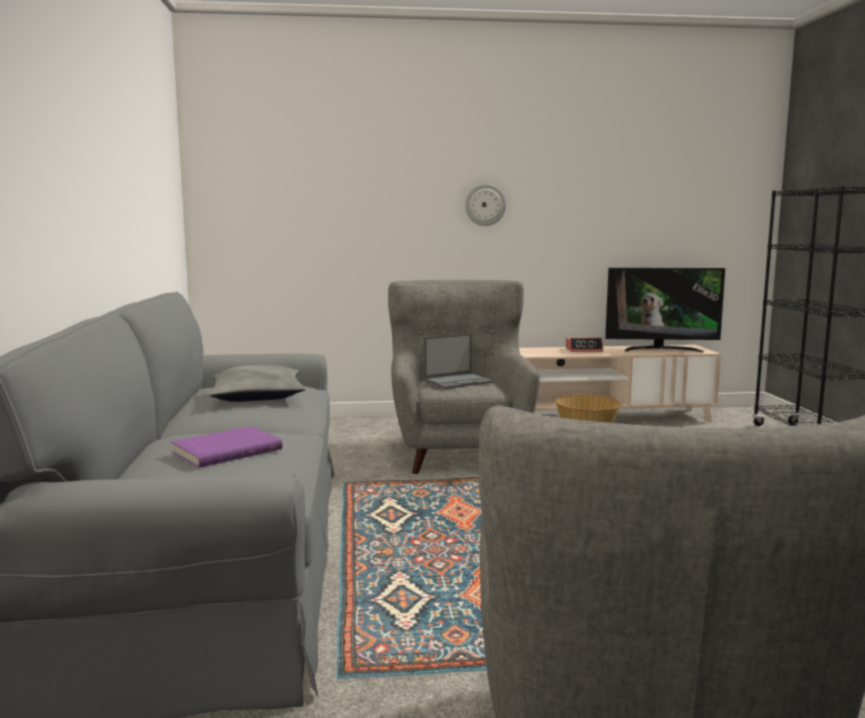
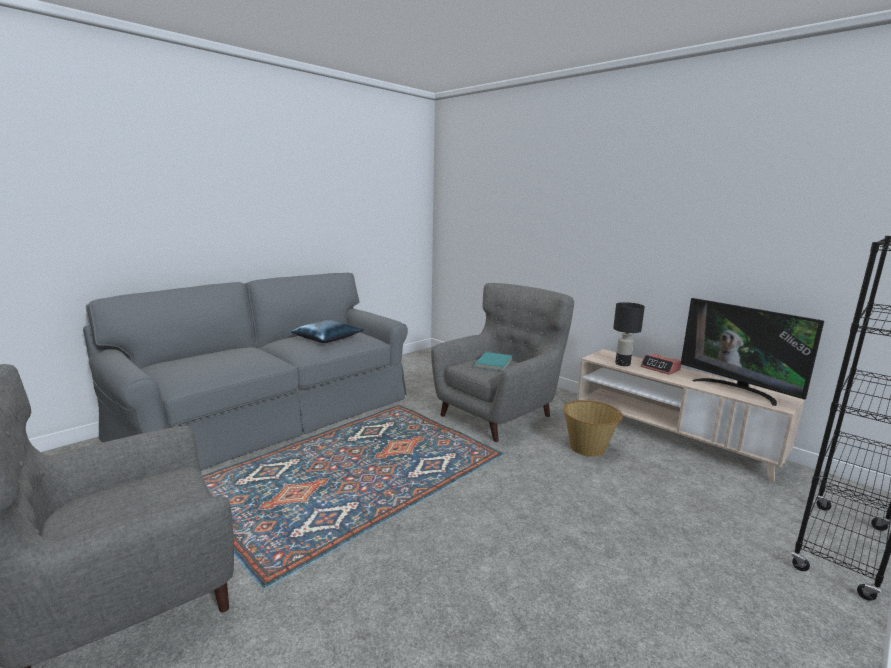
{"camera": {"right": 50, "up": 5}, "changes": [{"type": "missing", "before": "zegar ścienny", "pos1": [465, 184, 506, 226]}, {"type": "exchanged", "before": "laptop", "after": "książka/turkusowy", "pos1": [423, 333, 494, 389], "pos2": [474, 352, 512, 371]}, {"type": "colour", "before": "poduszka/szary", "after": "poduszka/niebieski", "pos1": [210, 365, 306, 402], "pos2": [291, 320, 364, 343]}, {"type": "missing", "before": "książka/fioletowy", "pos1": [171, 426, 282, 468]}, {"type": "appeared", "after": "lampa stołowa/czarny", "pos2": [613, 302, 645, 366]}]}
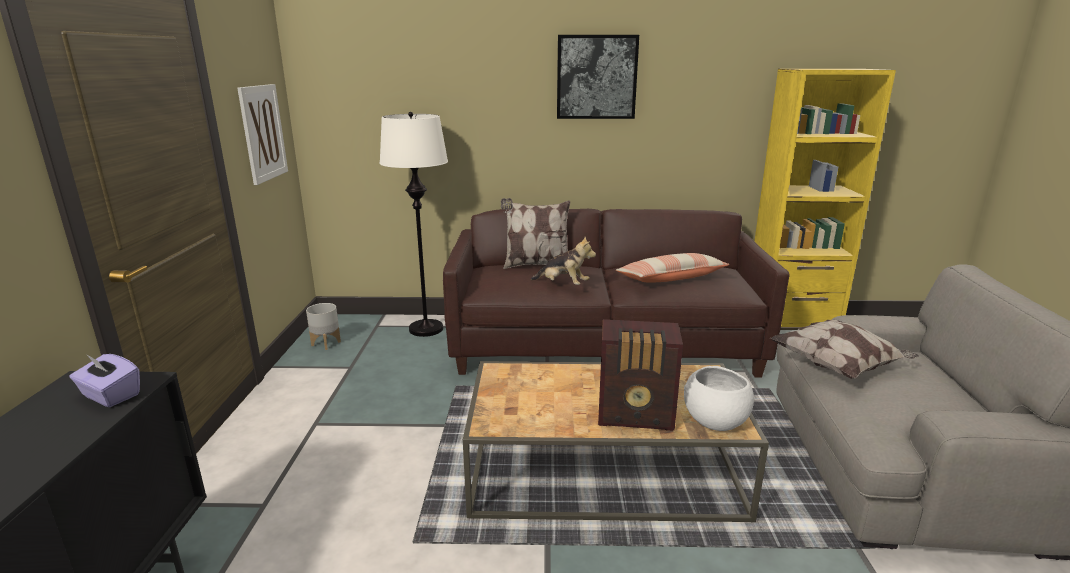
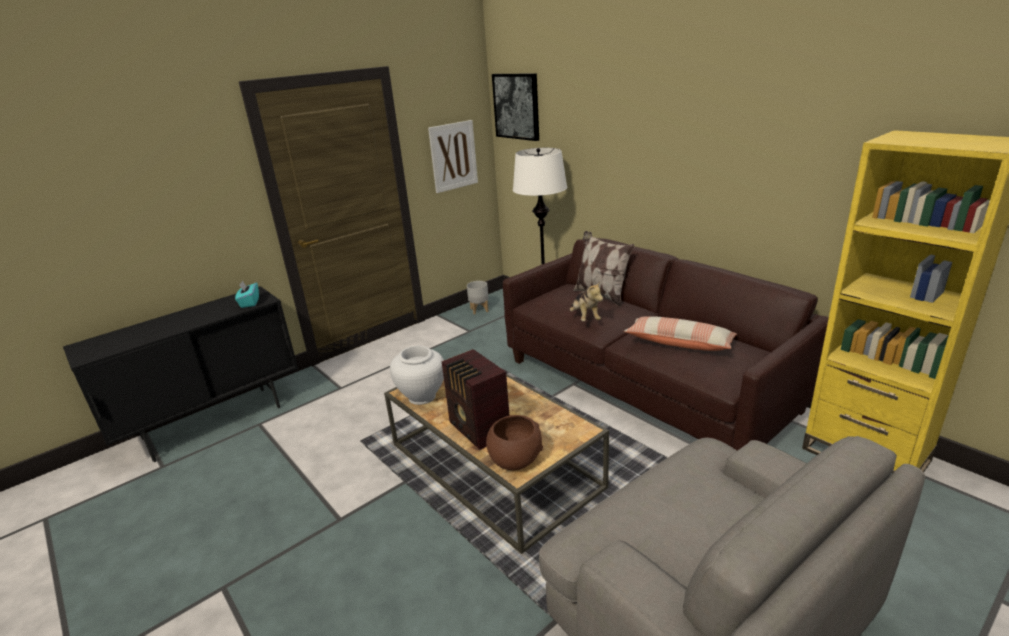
{"camera": {"right": 50, "up": 5}, "changes": [{"type": "relocated", "before": "obraz", "pos1": [557, 35, 639, 119], "pos2": [492, 74, 539, 141]}, {"type": "missing", "before": "poduszka", "pos1": [770, 320, 919, 379]}, {"type": "colour", "before": "pudełko chusteczek/fioletowy", "after": "pudełko chusteczek/turkusowy", "pos1": [70, 353, 140, 407], "pos2": [235, 281, 259, 308]}, {"type": "colour", "before": "miska/biały", "after": "miska/brązowy", "pos1": [684, 366, 754, 431], "pos2": [486, 415, 543, 470]}, {"type": "appeared", "after": "wazon/biały", "pos2": [390, 346, 444, 405]}]}
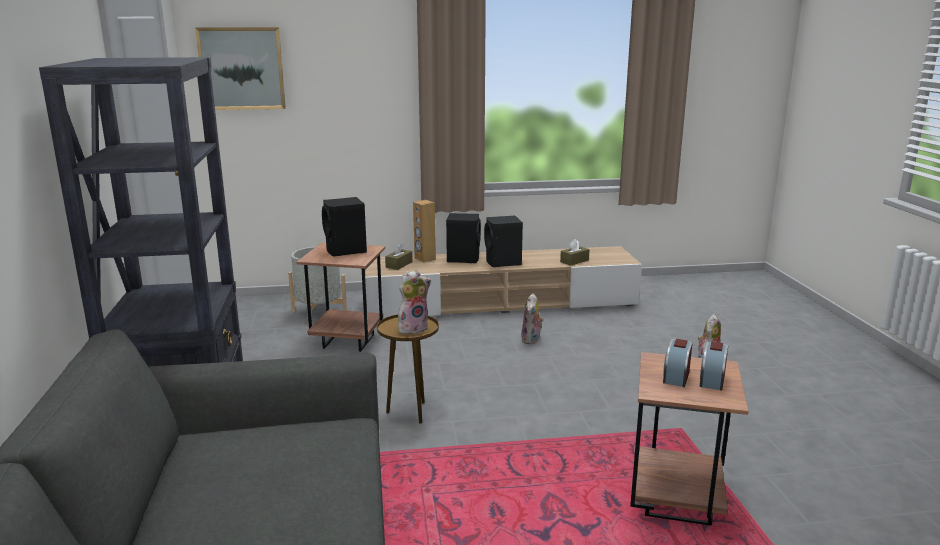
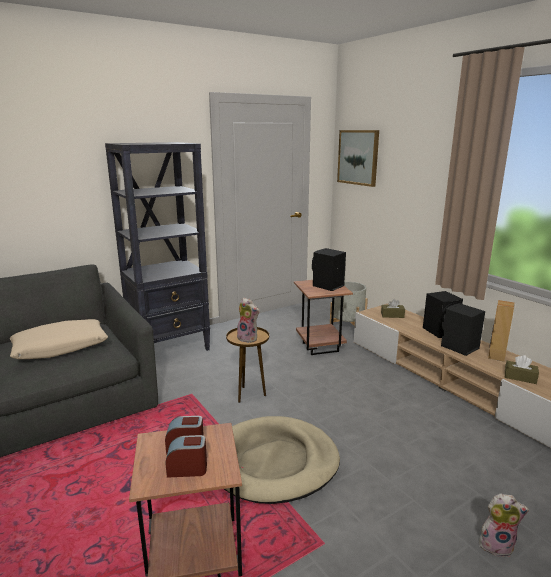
{"camera": {"right": 65, "up": 0}, "changes": [{"type": "relocated", "before": "głośnik/brązowy", "pos1": [413, 200, 436, 262], "pos2": [488, 300, 515, 362]}, {"type": "missing", "before": "pluszak", "pos1": [521, 293, 544, 344]}, {"type": "appeared", "after": "poduszka/beżowy", "pos2": [10, 319, 108, 359]}, {"type": "appeared", "after": "legowisko/beżowy", "pos2": [224, 416, 340, 504]}]}
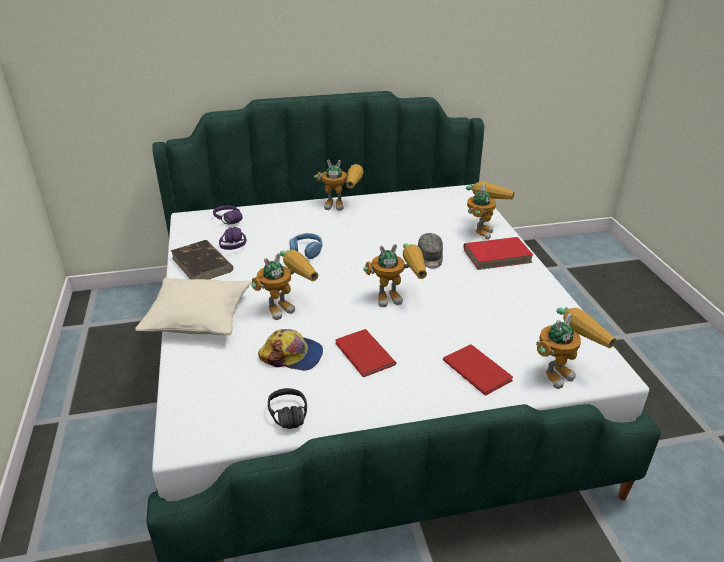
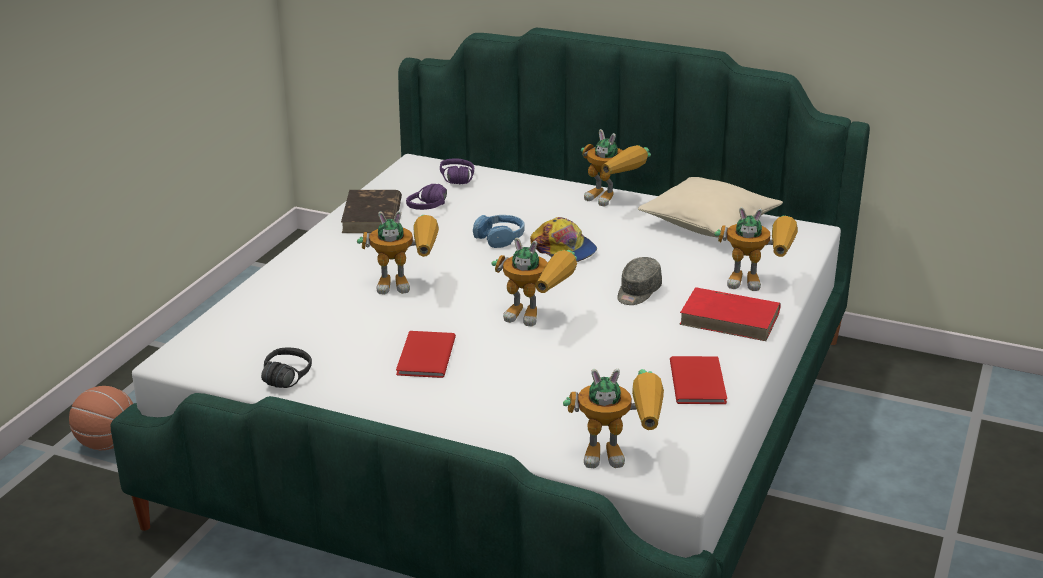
{"camera": {"right": 35, "up": -5}, "changes": [{"type": "spun", "before": "robot zabawkowy", "pos1": [466, 181, 515, 240], "pos2": [714, 207, 798, 291], "turn": 45}, {"type": "relocated", "before": "poduszka/beżowy", "pos1": [135, 278, 251, 335], "pos2": [638, 177, 783, 238]}, {"type": "relocated", "before": "czapka z daszkiem", "pos1": [258, 329, 323, 371], "pos2": [530, 217, 597, 262]}, {"type": "relocated", "before": "książka/czerwony", "pos1": [443, 344, 513, 396], "pos2": [670, 356, 727, 404]}, {"type": "appeared", "after": "piłka do koszykówki", "pos2": [69, 386, 133, 450]}]}
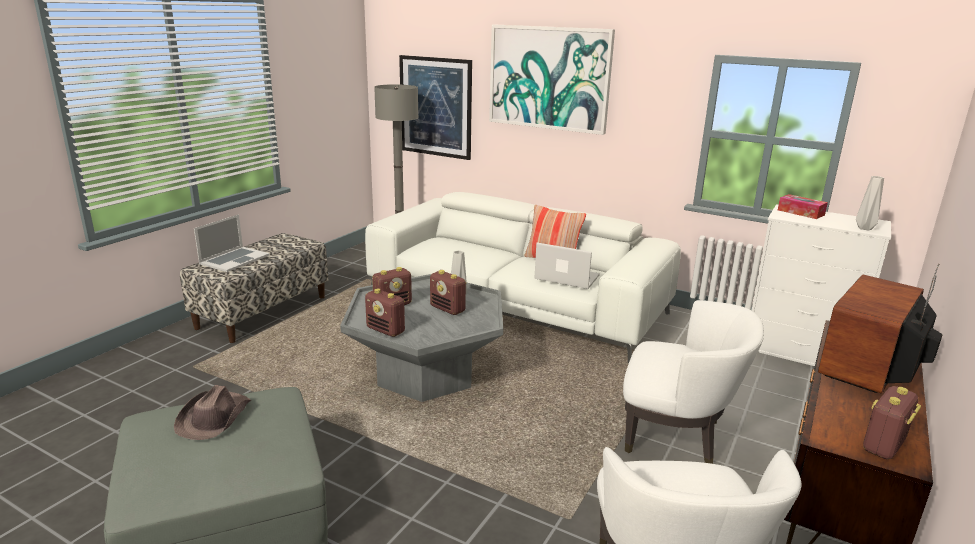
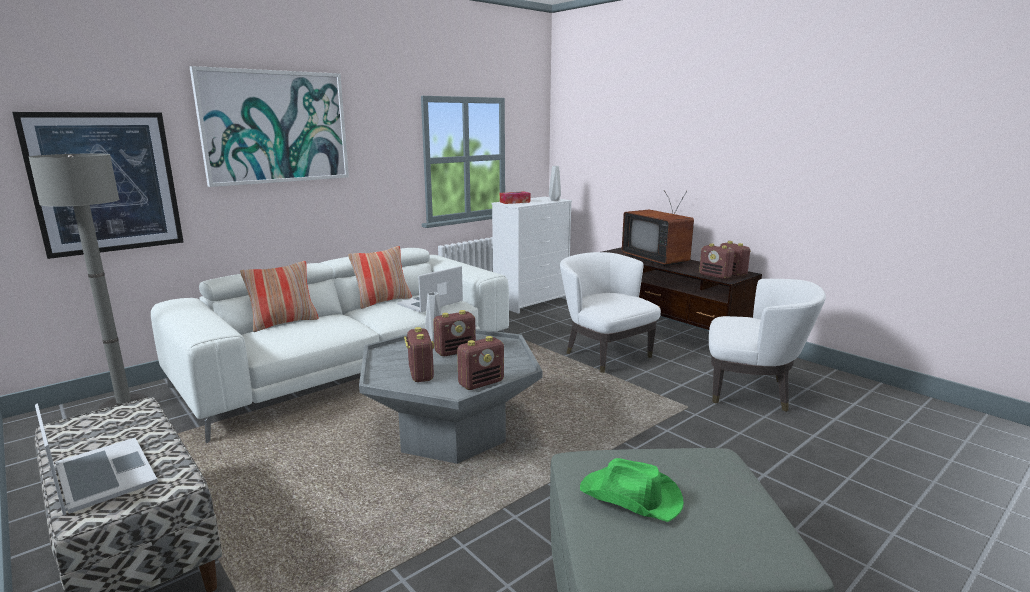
{"camera": {"right": -70, "up": -5}, "changes": [{"type": "spun", "before": "fotel/biały", "pos1": [623, 300, 764, 464], "pos2": [560, 252, 661, 373], "turn": -75}, {"type": "colour", "before": "kapelusz/brązowy", "after": "kapelusz/zielony", "pos1": [174, 385, 251, 440], "pos2": [580, 458, 684, 522]}, {"type": "appeared", "after": "radio", "pos2": [699, 243, 734, 279]}, {"type": "appeared", "after": "poduszka", "pos2": [240, 261, 319, 332]}]}
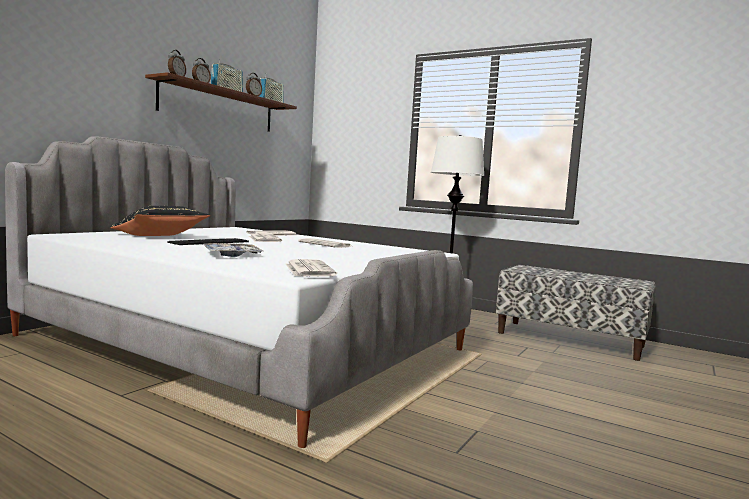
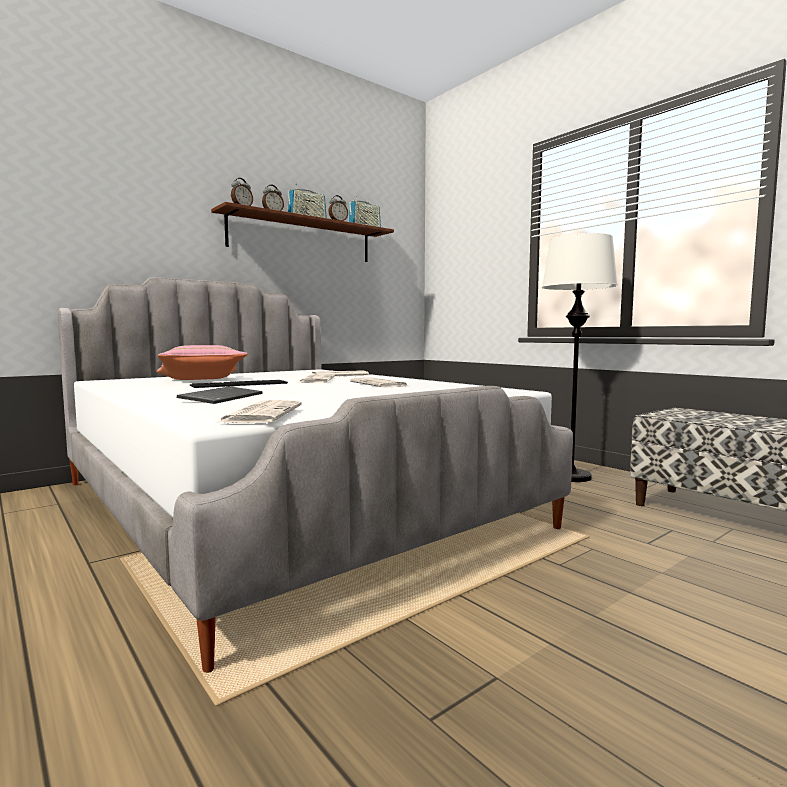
{"camera": {"right": 20, "up": 0}, "changes": [{"type": "colour", "before": "poduszka/czarny", "after": "poduszka/różowy", "pos1": [110, 206, 210, 236], "pos2": [156, 345, 248, 380]}, {"type": "exchanged", "before": "taca", "after": "klawiatura", "pos1": [203, 243, 263, 257], "pos2": [177, 386, 263, 404]}]}
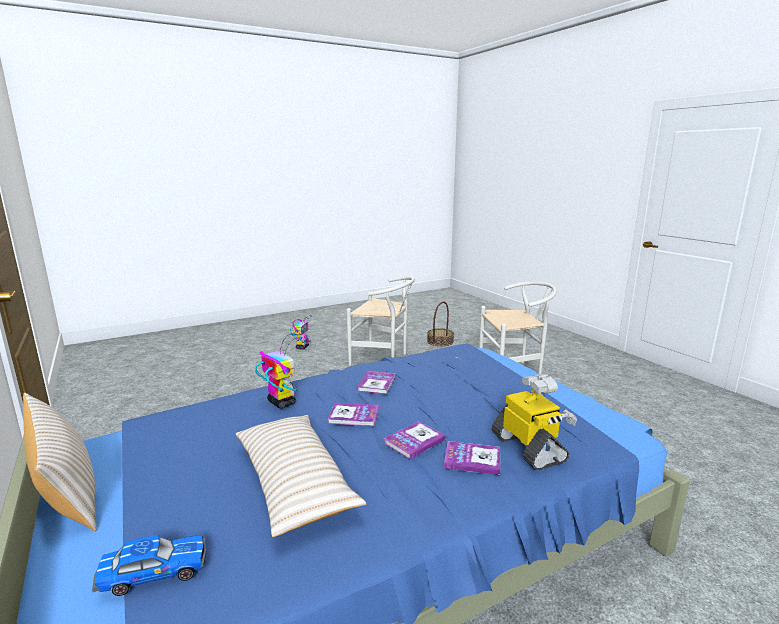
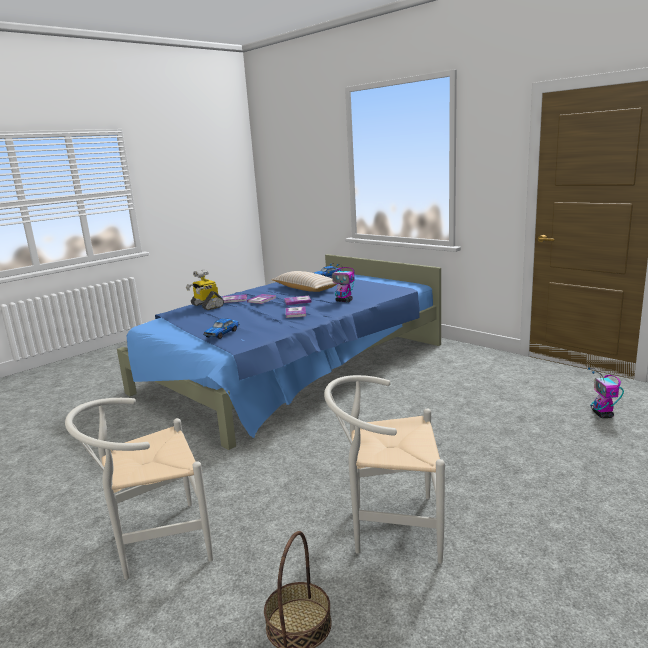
{"camera": {"right": 165, "up": 0}, "changes": [{"type": "relocated", "before": "robot zabawkowy", "pos1": [290, 315, 312, 349], "pos2": [588, 368, 624, 418]}, {"type": "missing", "before": "poduszka/beżowy", "pos1": [23, 393, 97, 531]}, {"type": "appeared", "after": "samochodzik", "pos2": [203, 318, 240, 339]}]}
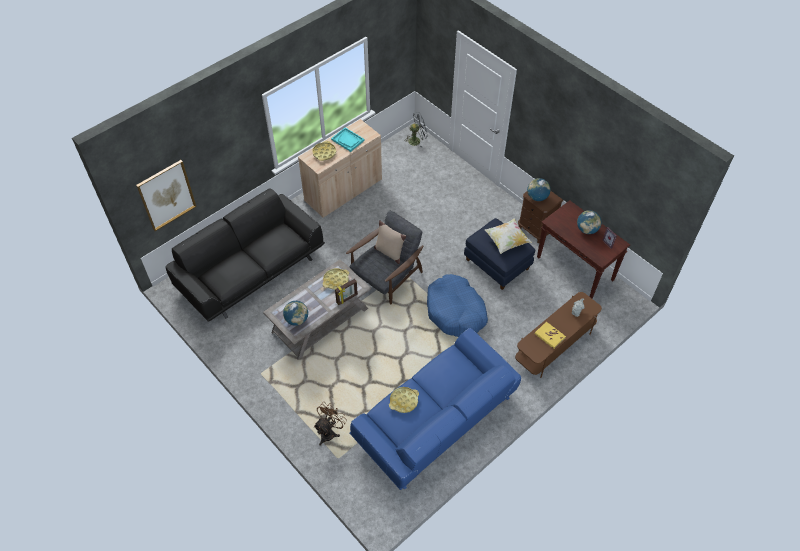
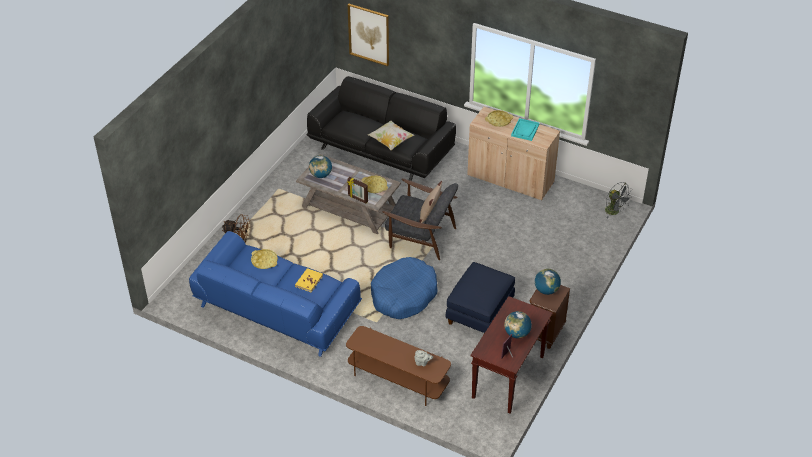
{"camera": {"right": 70, "up": -10}, "changes": [{"type": "relocated", "before": "poduszka", "pos1": [485, 218, 532, 254], "pos2": [368, 120, 414, 150]}, {"type": "relocated", "before": "książka/żółty", "pos1": [535, 322, 566, 349], "pos2": [295, 268, 323, 292]}]}
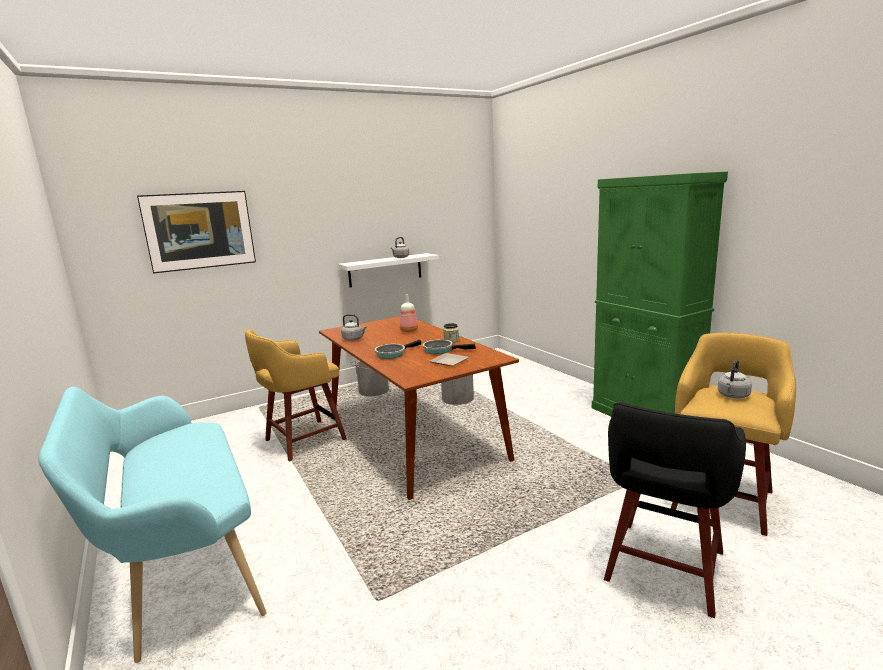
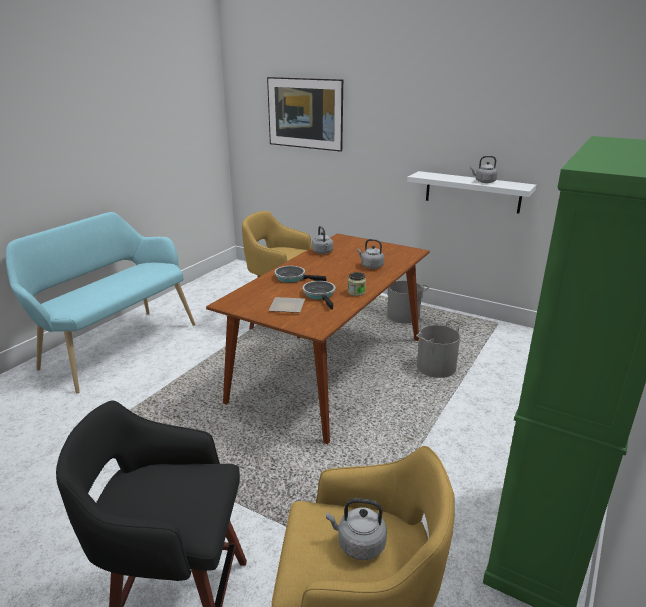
{"camera": {"right": 60, "up": 10}, "changes": [{"type": "exchanged", "before": "butelka", "after": "czajnik/szary", "pos1": [400, 294, 418, 332], "pos2": [357, 239, 384, 269]}]}
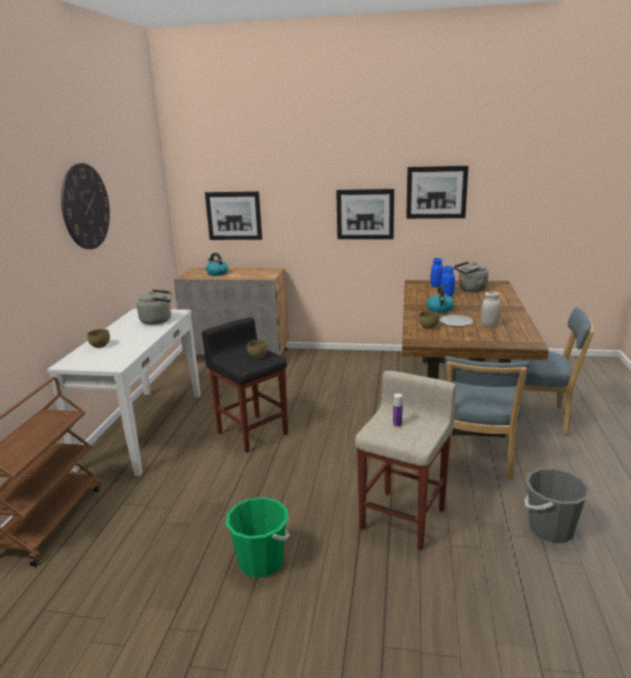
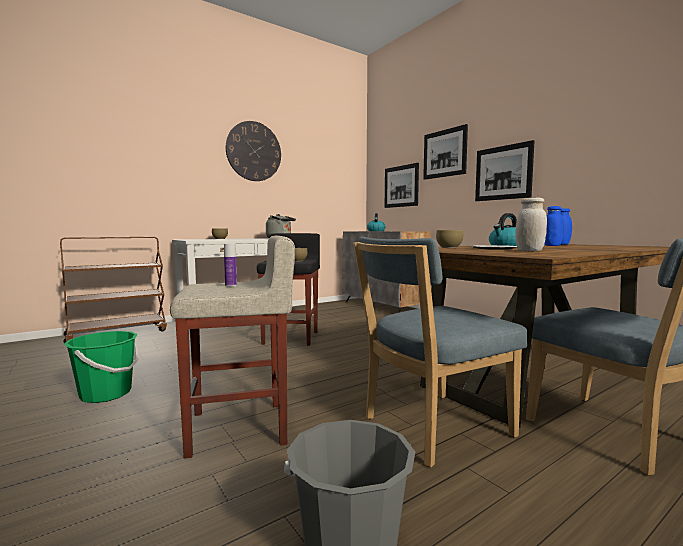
{"camera": {"right": 45, "up": -15}, "changes": [{"type": "relocated", "before": "obraz", "pos1": [406, 166, 468, 219], "pos2": [423, 124, 468, 180]}, {"type": "missing", "before": "czajnik/szary", "pos1": [454, 261, 488, 292]}]}
